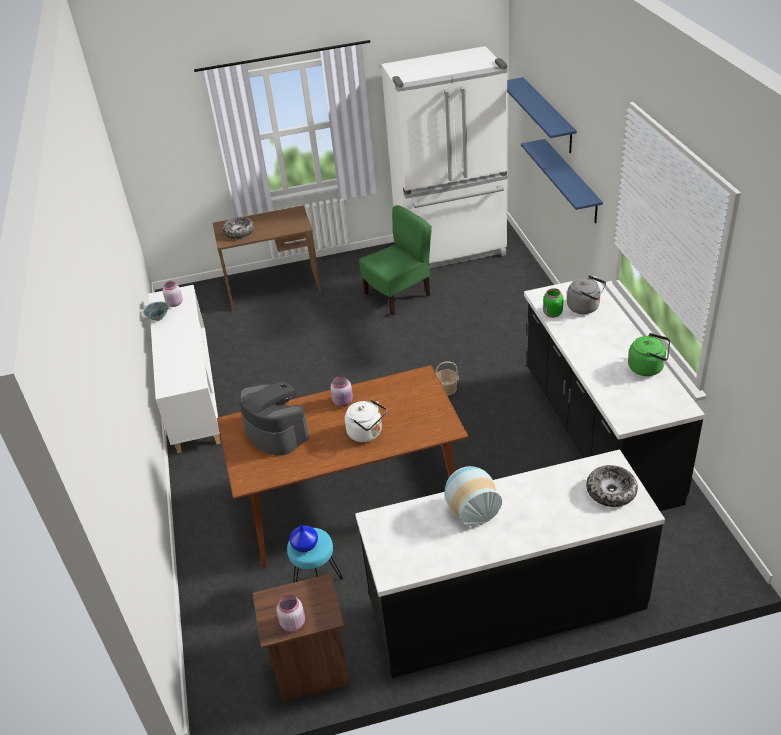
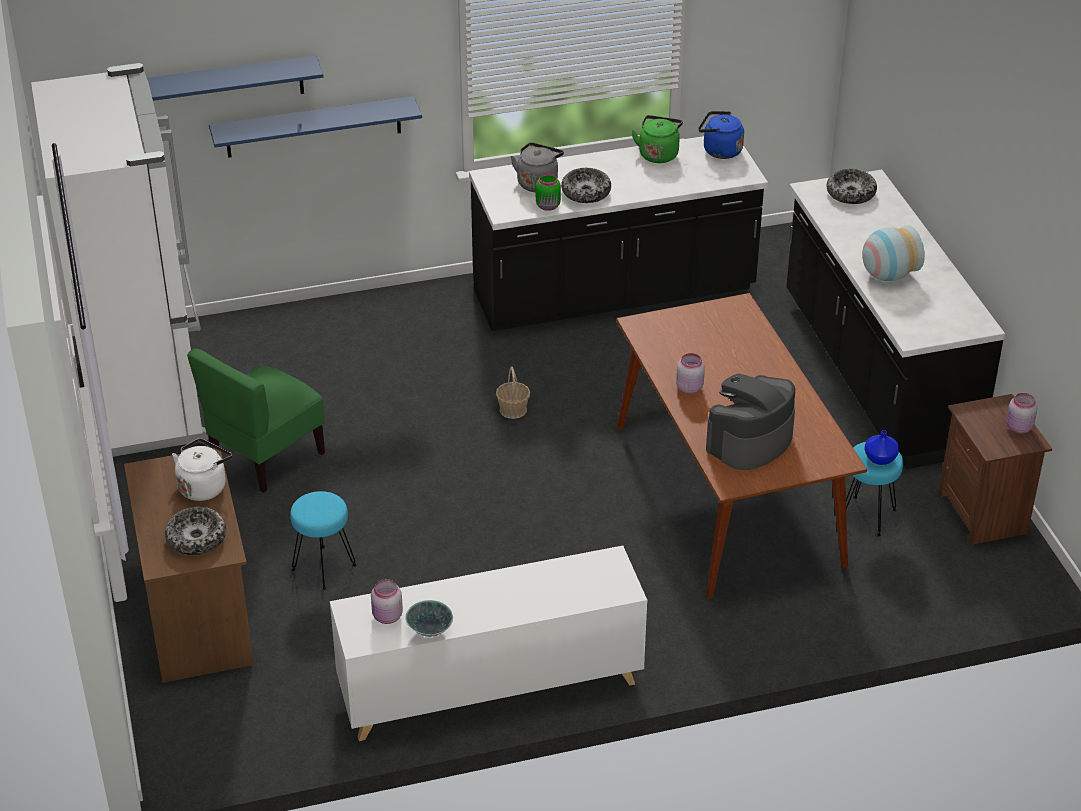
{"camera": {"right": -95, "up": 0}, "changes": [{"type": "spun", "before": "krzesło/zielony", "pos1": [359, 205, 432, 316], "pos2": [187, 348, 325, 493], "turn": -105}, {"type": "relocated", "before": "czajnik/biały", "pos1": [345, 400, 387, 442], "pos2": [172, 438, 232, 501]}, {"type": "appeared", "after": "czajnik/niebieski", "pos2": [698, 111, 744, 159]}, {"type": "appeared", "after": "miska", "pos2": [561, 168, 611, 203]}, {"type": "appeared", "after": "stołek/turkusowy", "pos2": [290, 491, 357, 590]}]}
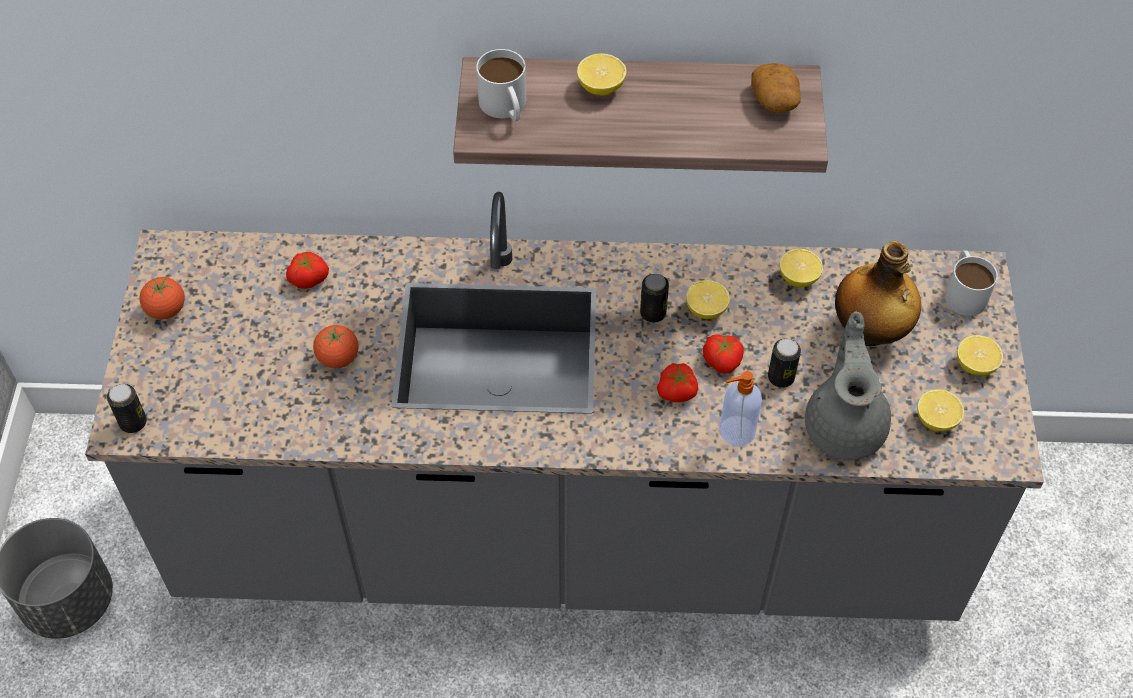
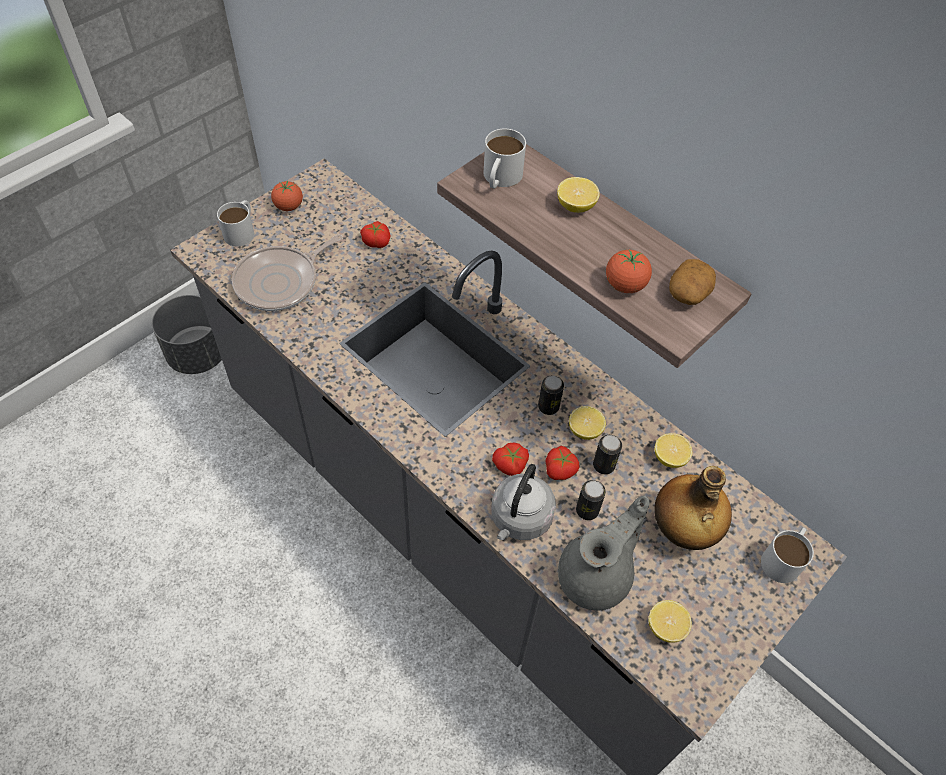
{"camera": {"right": 40, "up": 0}, "changes": [{"type": "relocated", "before": "pomidor", "pos1": [313, 325, 358, 368], "pos2": [606, 249, 652, 293]}, {"type": "missing", "before": "cytryna", "pos1": [957, 335, 1003, 375]}, {"type": "exchanged", "before": "dozownik mydła", "after": "czajnik/szary", "pos1": [719, 371, 762, 446], "pos2": [491, 464, 556, 540]}, {"type": "relocated", "before": "puszka", "pos1": [107, 384, 147, 433], "pos2": [593, 435, 622, 474]}, {"type": "appeared", "after": "kubek/biały", "pos2": [217, 200, 254, 246]}, {"type": "appeared", "after": "patelnia", "pos2": [232, 234, 343, 311]}]}
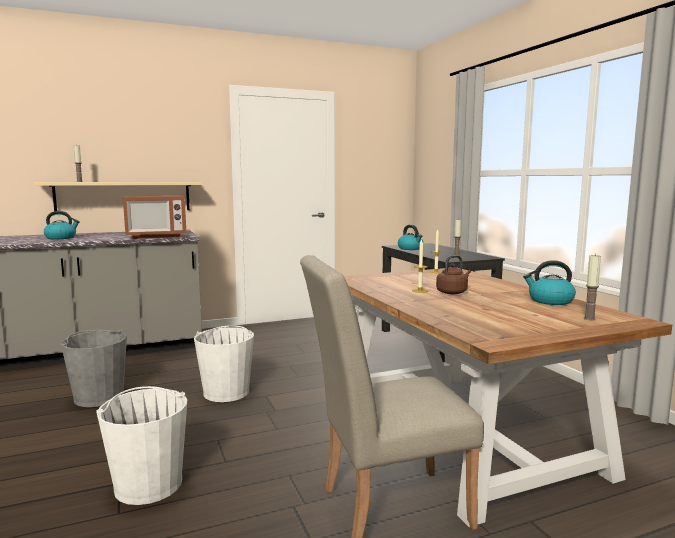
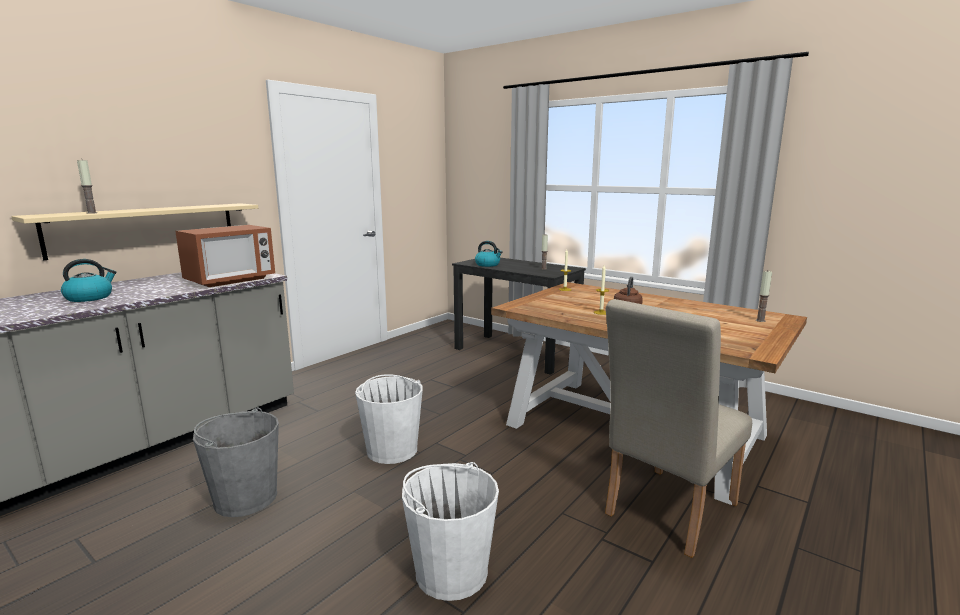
{"camera": {"right": -30, "up": 5}, "changes": [{"type": "missing", "before": "czajnik", "pos1": [523, 260, 576, 305]}]}
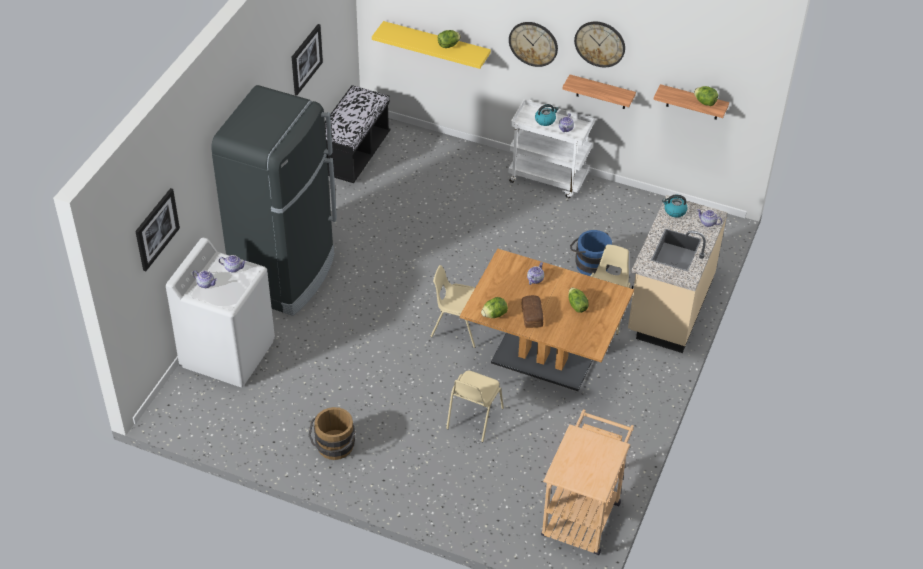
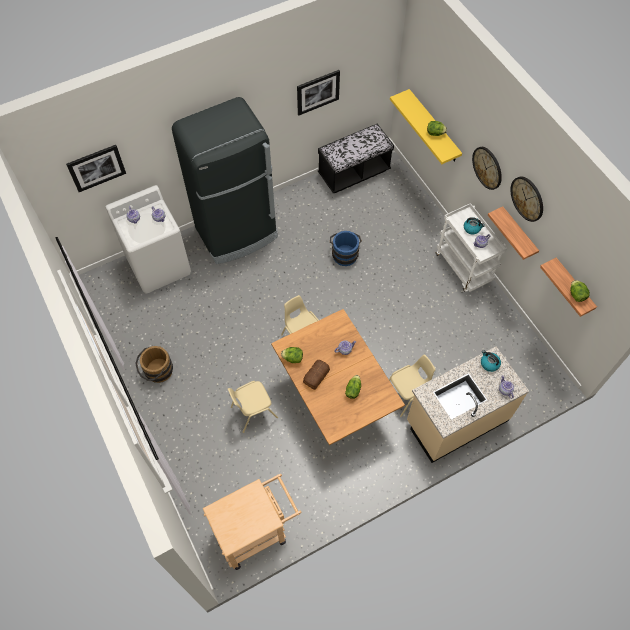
{"camera": {"right": 40, "up": 15}, "changes": [{"type": "relocated", "before": "wiadro/niebieski", "pos1": [570, 230, 612, 276], "pos2": [330, 231, 362, 266]}]}
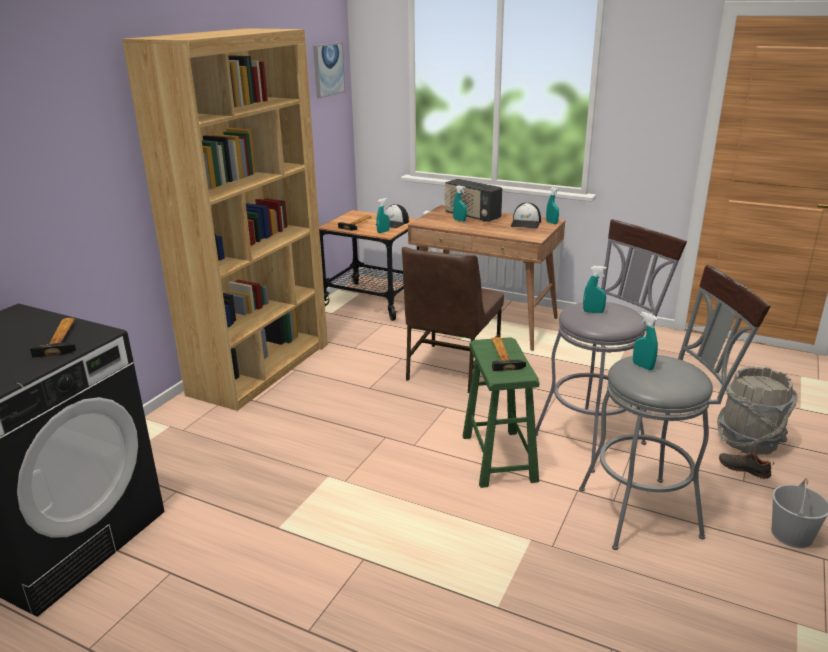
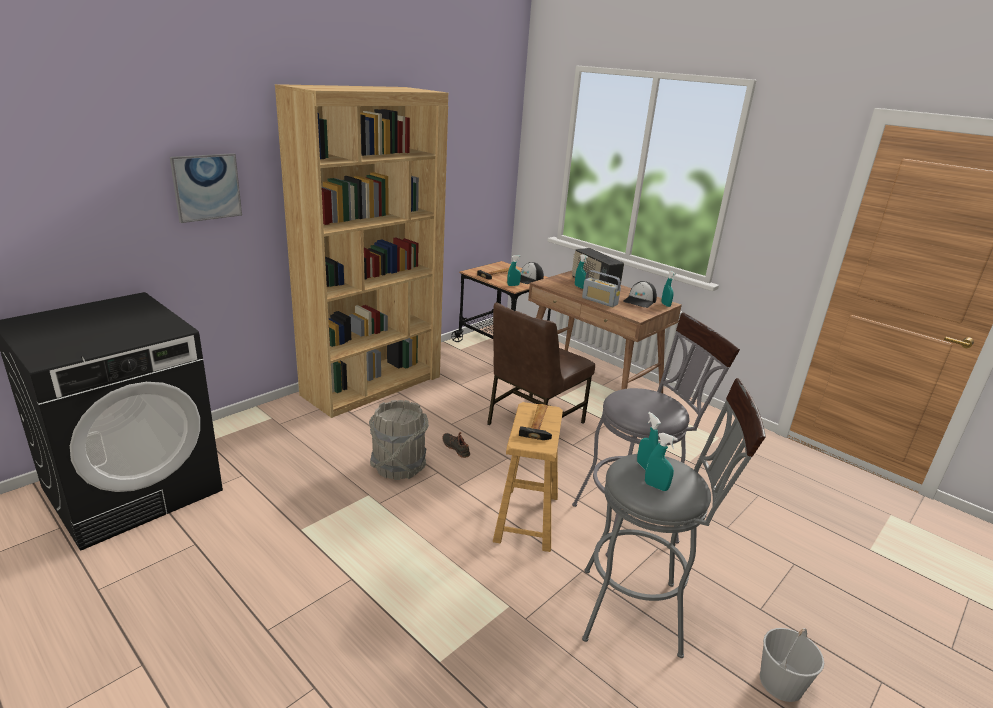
{"camera": {"right": 15, "up": 0}, "changes": [{"type": "relocated", "before": "obraz", "pos1": [313, 42, 345, 98], "pos2": [170, 153, 242, 223]}, {"type": "relocated", "before": "spryskiwacz/turkusowy", "pos1": [583, 266, 607, 314], "pos2": [645, 433, 678, 491]}, {"type": "missing", "before": "młotek", "pos1": [30, 318, 76, 358]}, {"type": "colour", "before": "stołek/zielony", "after": "stołek/brązowy", "pos1": [463, 337, 539, 488], "pos2": [493, 402, 563, 552]}, {"type": "relocated", "before": "wiadro/szary", "pos1": [717, 366, 798, 455], "pos2": [369, 400, 429, 480]}, {"type": "relocated", "before": "but/czarny", "pos1": [719, 448, 774, 479], "pos2": [443, 432, 470, 458]}, {"type": "appeared", "after": "radio", "pos2": [582, 270, 621, 307]}]}
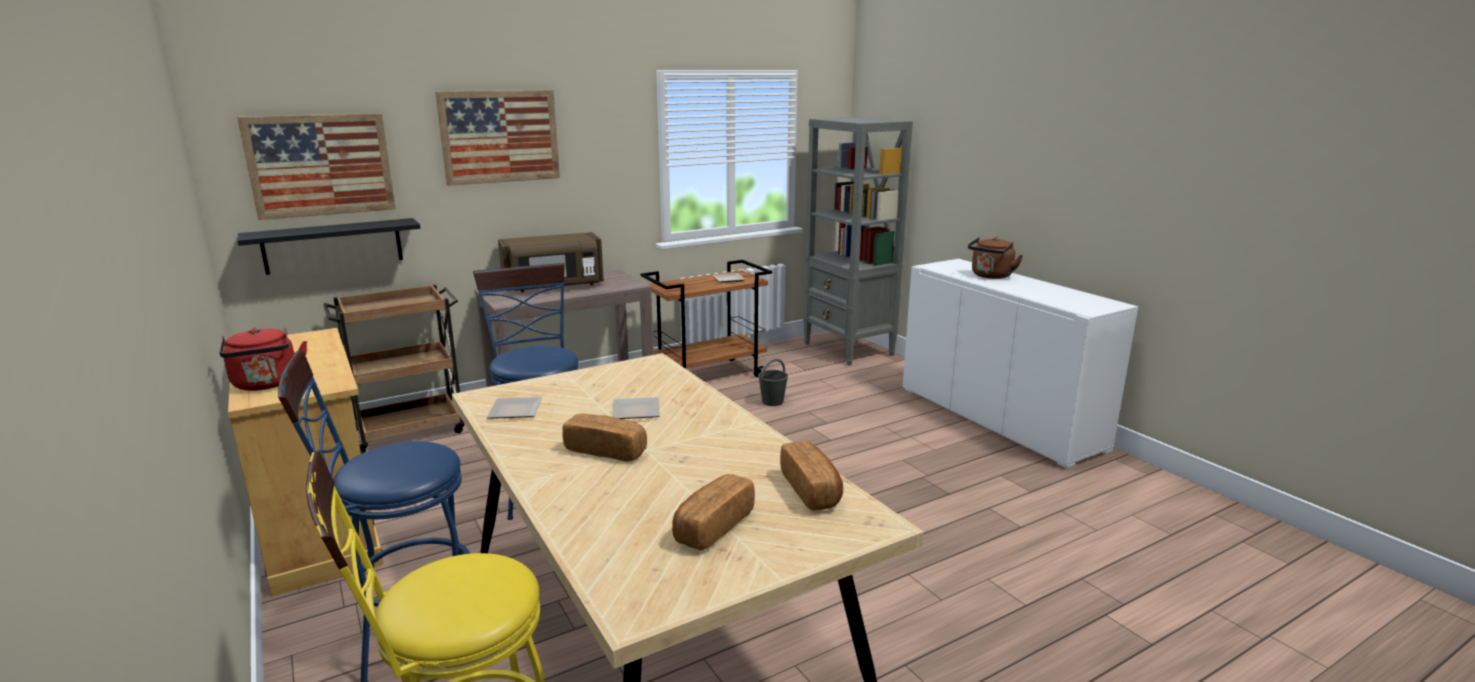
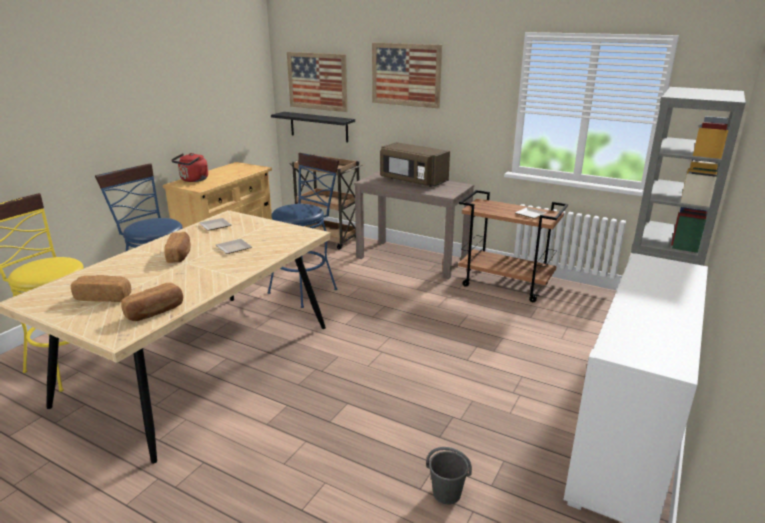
{"camera": {"right": 60, "up": 5}, "changes": [{"type": "missing", "before": "czajnik/brązowy", "pos1": [968, 237, 1023, 279]}, {"type": "relocated", "before": "wiadro/szary", "pos1": [758, 359, 788, 406], "pos2": [426, 447, 472, 505]}]}
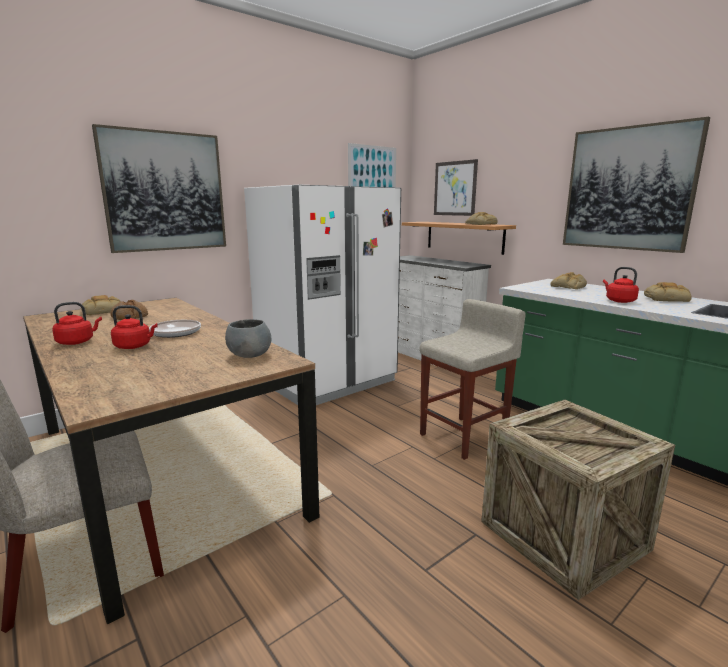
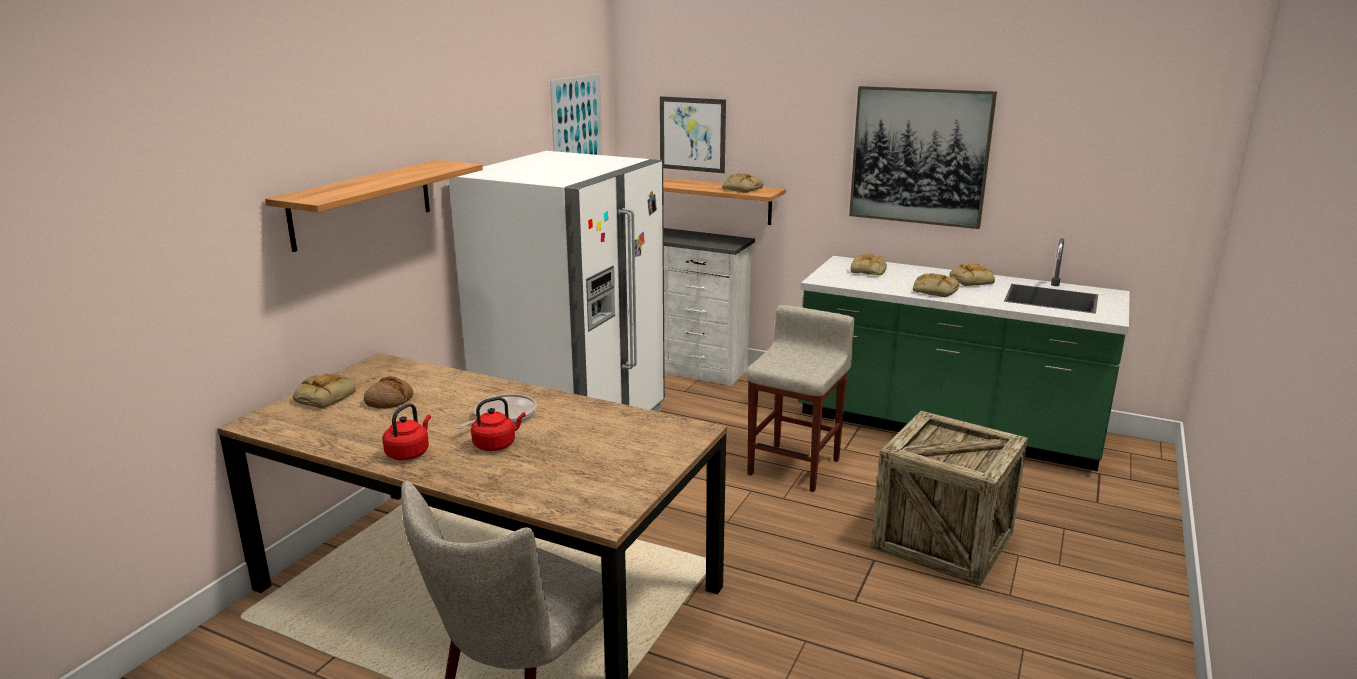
{"camera": {"right": -25, "up": 5}, "changes": [{"type": "exchanged", "before": "obraz", "after": "półka", "pos1": [92, 124, 226, 253], "pos2": [265, 160, 483, 252]}, {"type": "exchanged", "before": "czajnik/czerwony", "after": "chleb", "pos1": [603, 267, 639, 303], "pos2": [913, 273, 959, 297]}, {"type": "missing", "before": "miska/szary", "pos1": [225, 319, 271, 358]}]}
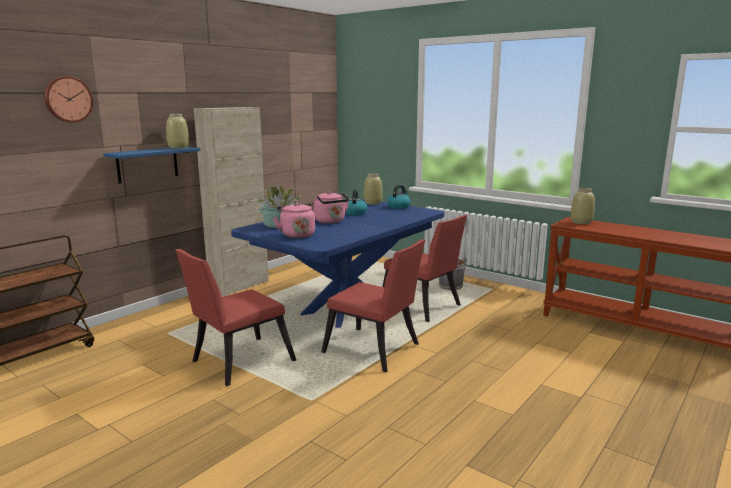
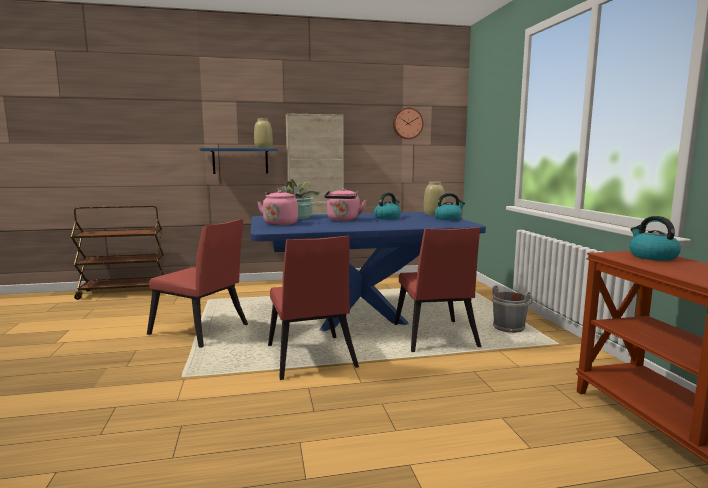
{"camera": {"right": 40, "up": -5}, "changes": [{"type": "relocated", "before": "zegar ścienny", "pos1": [44, 76, 93, 123], "pos2": [393, 107, 424, 139]}, {"type": "exchanged", "before": "wazon/beżowy", "after": "czajnik", "pos1": [571, 188, 595, 224], "pos2": [629, 216, 681, 261]}, {"type": "spun", "before": "krzesło/czerwony", "pos1": [175, 249, 296, 386], "pos2": [147, 219, 248, 348], "turn": -150}]}
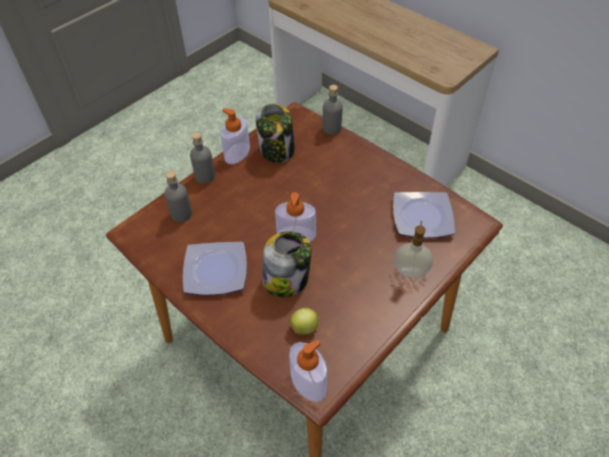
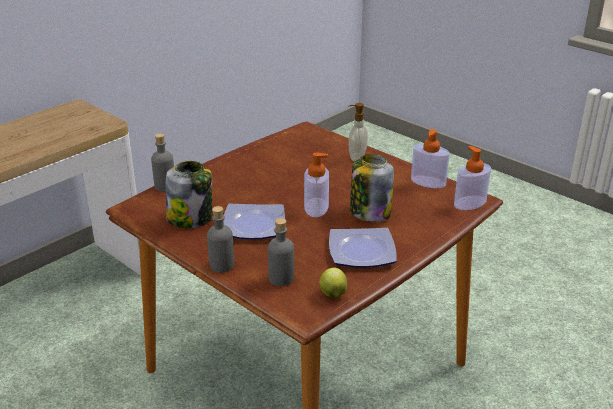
{"camera": {"right": -90, "up": -20}, "changes": [{"type": "relocated", "before": "dozownik mydła", "pos1": [220, 108, 250, 164], "pos2": [411, 129, 450, 188]}, {"type": "relocated", "before": "talerz", "pos1": [393, 192, 455, 238], "pos2": [223, 203, 285, 239]}, {"type": "relocated", "before": "jabłko", "pos1": [290, 308, 320, 335], "pos2": [319, 268, 347, 298]}]}
